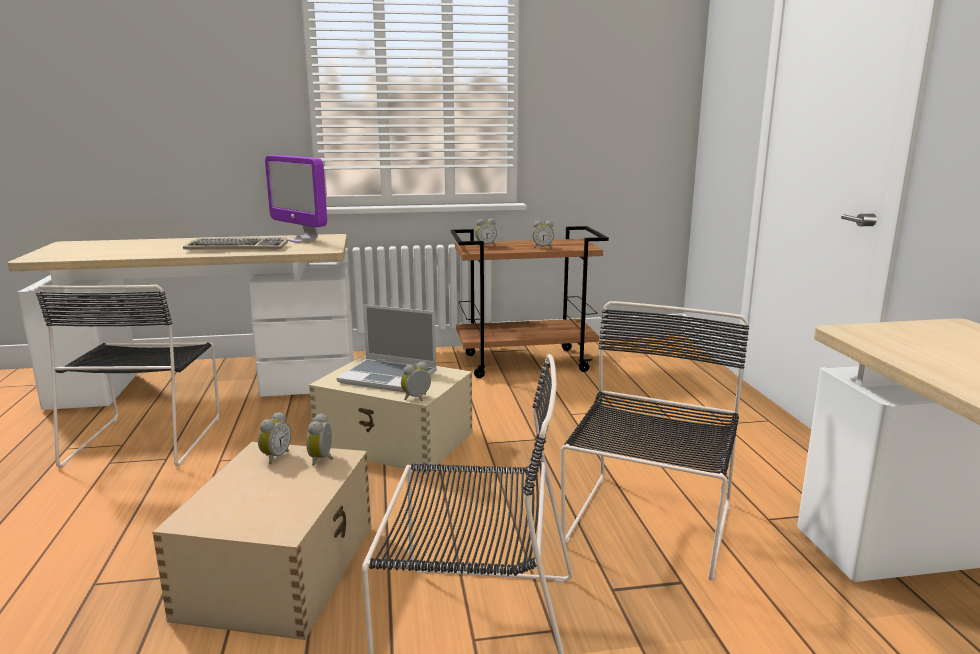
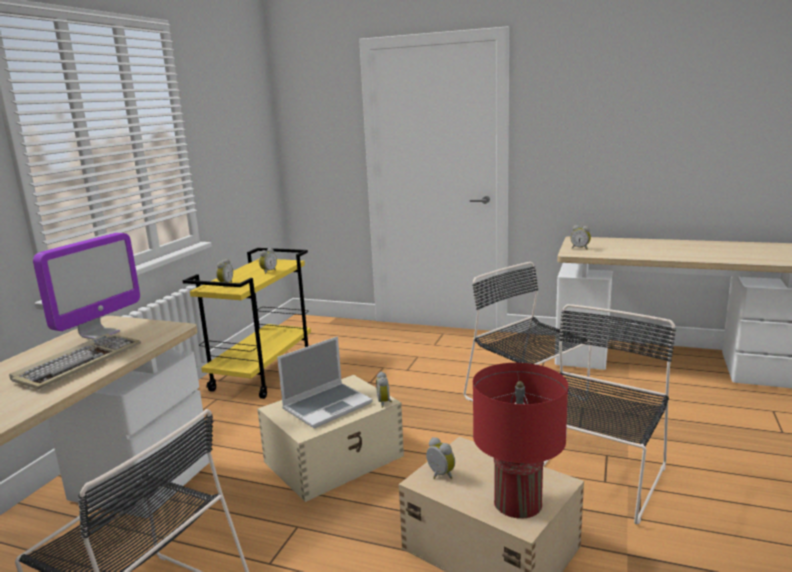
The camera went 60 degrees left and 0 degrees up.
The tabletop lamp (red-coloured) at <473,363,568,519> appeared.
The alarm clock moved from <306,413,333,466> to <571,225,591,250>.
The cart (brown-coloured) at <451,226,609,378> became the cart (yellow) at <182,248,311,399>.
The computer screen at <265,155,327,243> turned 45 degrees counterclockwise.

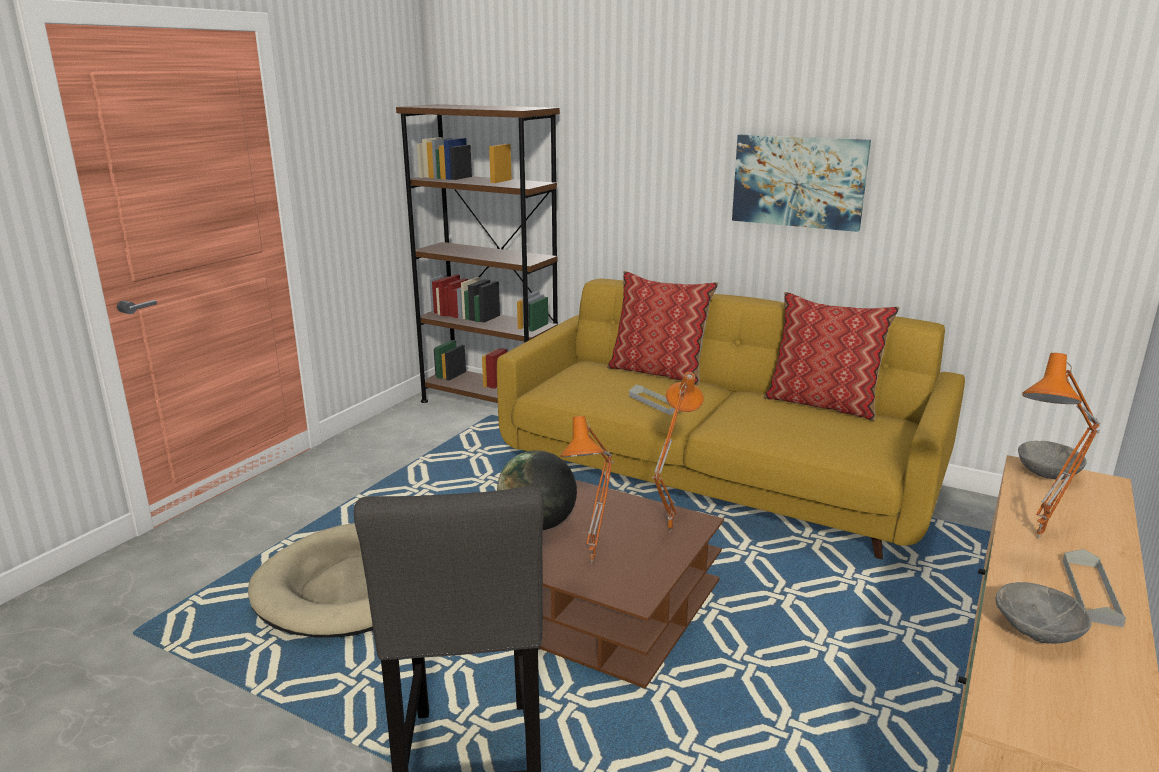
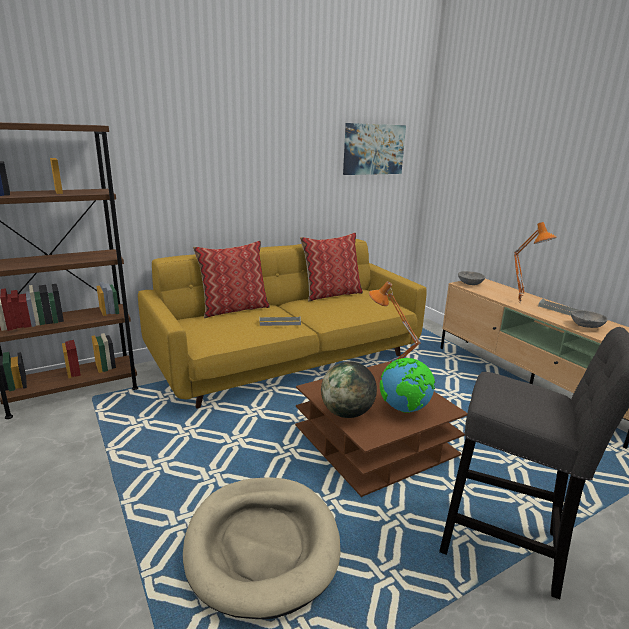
The camera went 60 degrees left and 0 degrees up.
The picture moved from <732,135,871,232> to <343,123,406,175>.
The tabletop lamp (orange-coloured) at <560,416,614,563> was replaced by the globe at <380,358,435,413>.

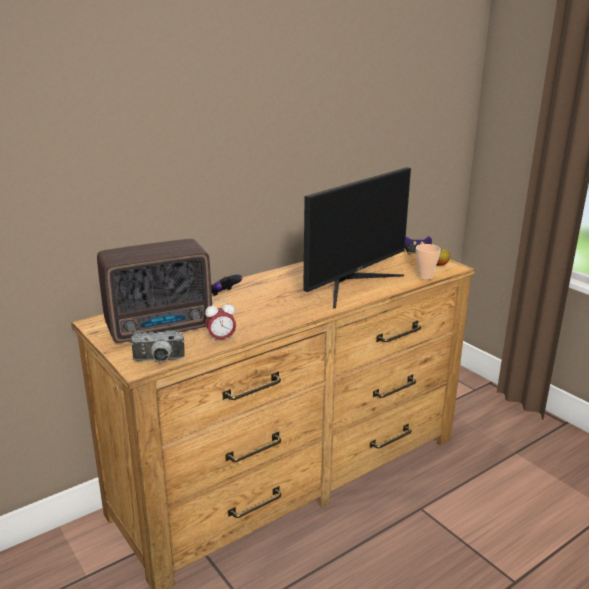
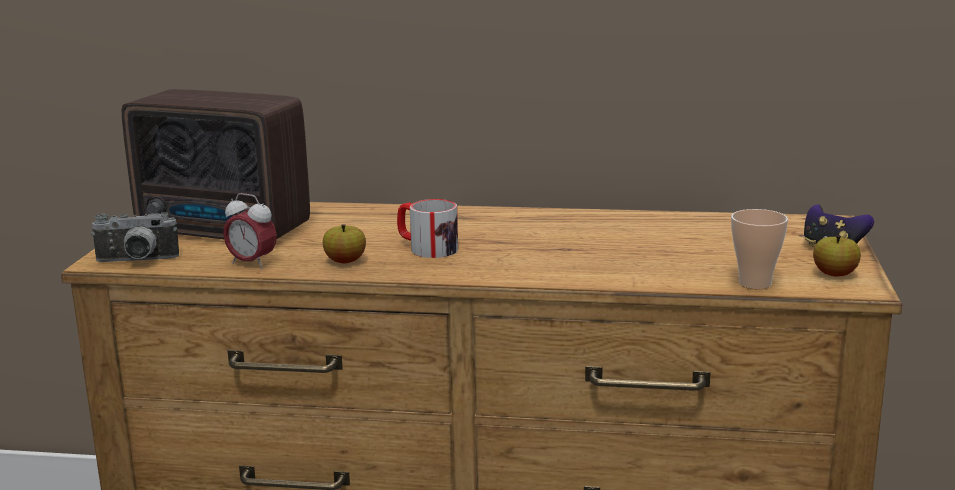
The camera went 45 degrees right and 5 degrees down.
The joypad at <211,274,242,296> disappeared.
The computer screen at <303,167,411,308> disappeared.
The apple fruit at <323,224,366,263> appeared.
The tea mug at <397,199,458,258> appeared.
The photo camera at <131,330,185,362> turned 45 degrees counterclockwise.

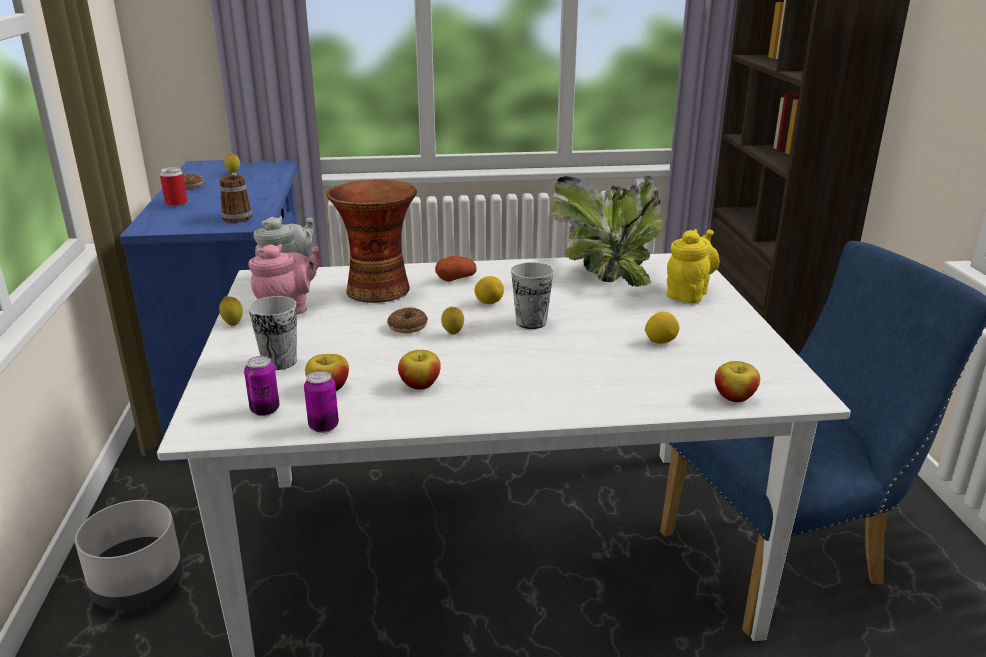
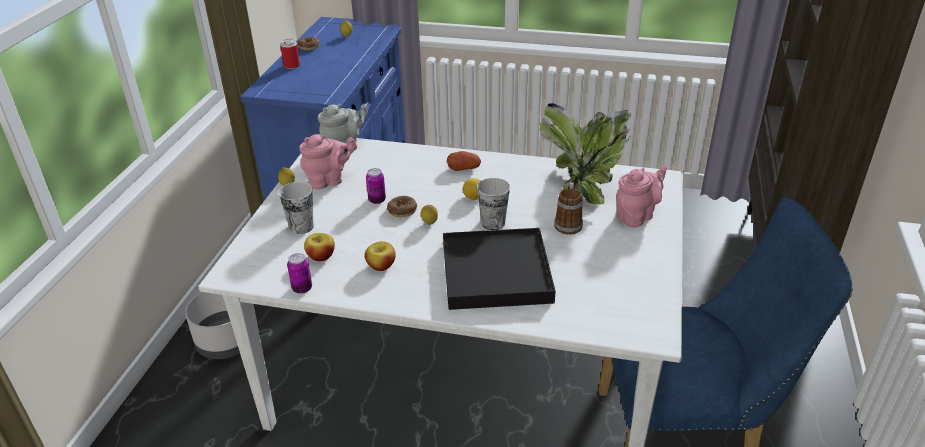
The camera went 20 degrees right and 10 degrees up.
The vase at <326,179,417,303> disappeared.
The citrus fruit at <645,312,679,344> disappeared.
The apple fruit at <715,361,760,402> disappeared.
The carrying tray (black-coloured) at <443,228,555,310> appeared.
The tea mug moved from <220,173,252,223> to <554,182,583,235>.
The sealed can moved from <244,356,280,416> to <366,168,386,204>.
The tea pot (yellow) at <667,229,719,304> became the tea pot (pinkish) at <616,166,667,227>.

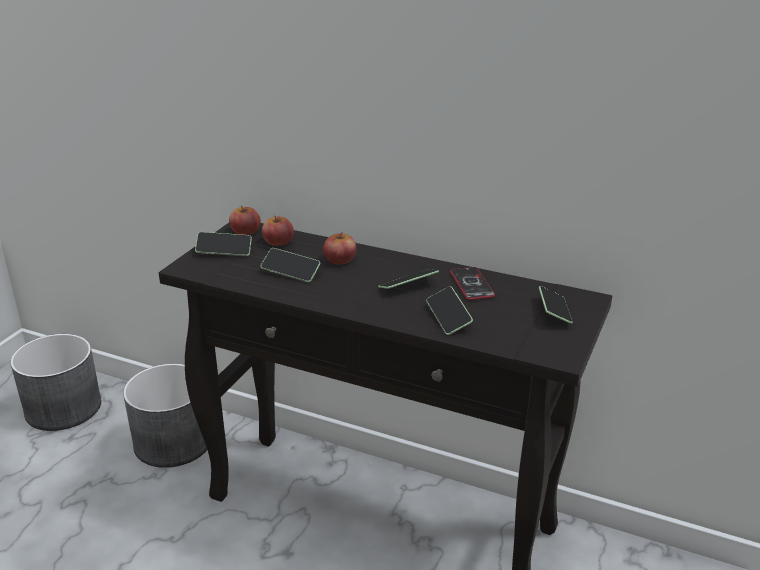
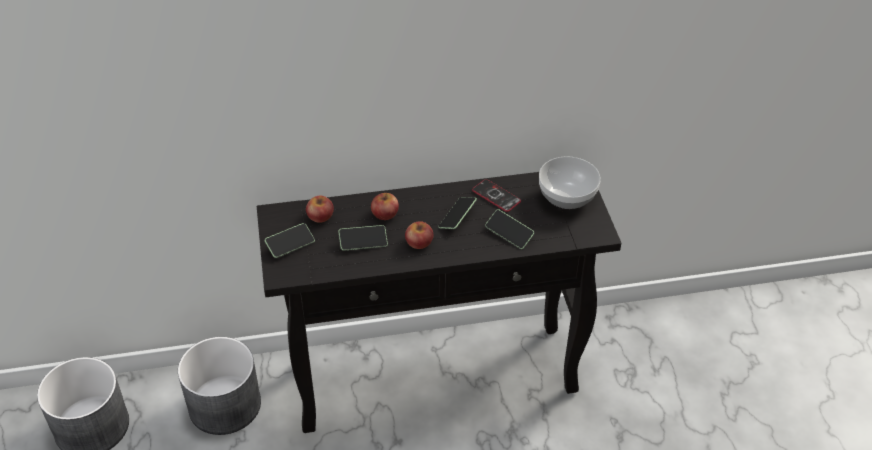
The camera went 35 degrees left and 15 degrees up.
The apple fruit moved from <229,206,261,235> to <405,221,433,249>.
The handset at <539,286,573,324> was replaced by the bowl at <539,156,601,209>.

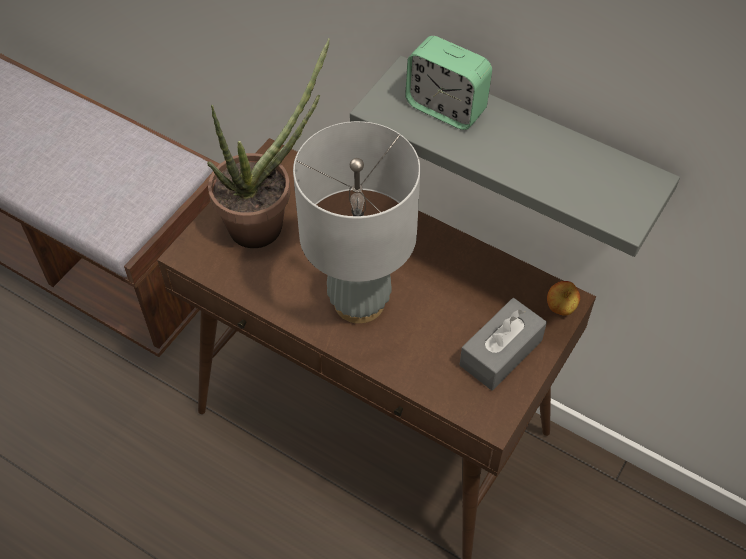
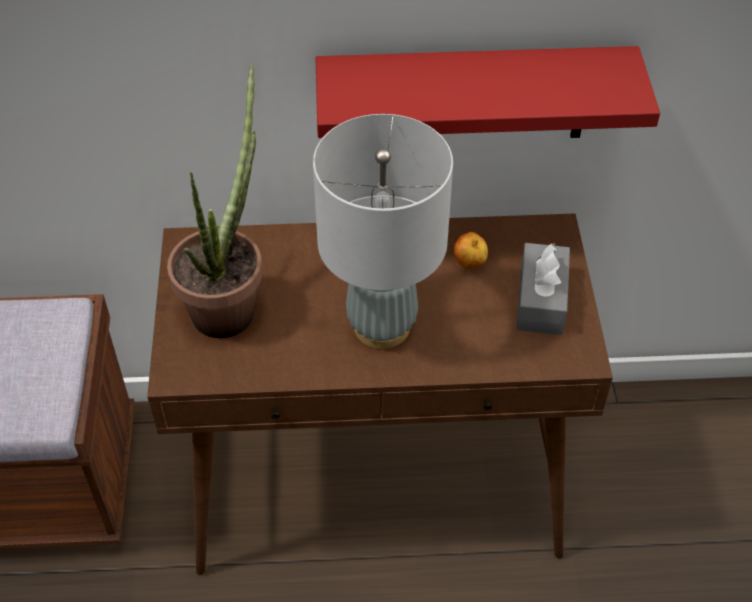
The camera went 35 degrees left and 5 degrees down.
The alarm clock at <405,36,492,130> disappeared.
The apple fruit moved from <547,281,580,316> to <454,232,488,269>.
The wall shelf (gray) at <350,56,680,257> became the wall shelf (red-coloured) at <315,46,660,138>.

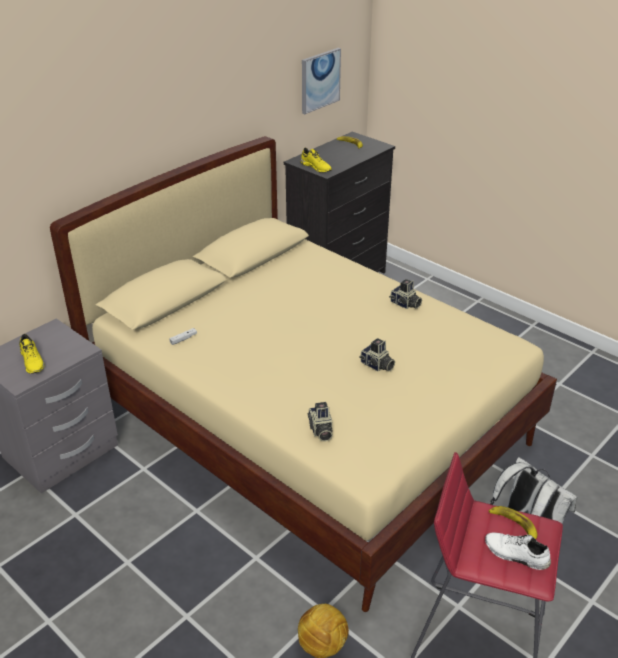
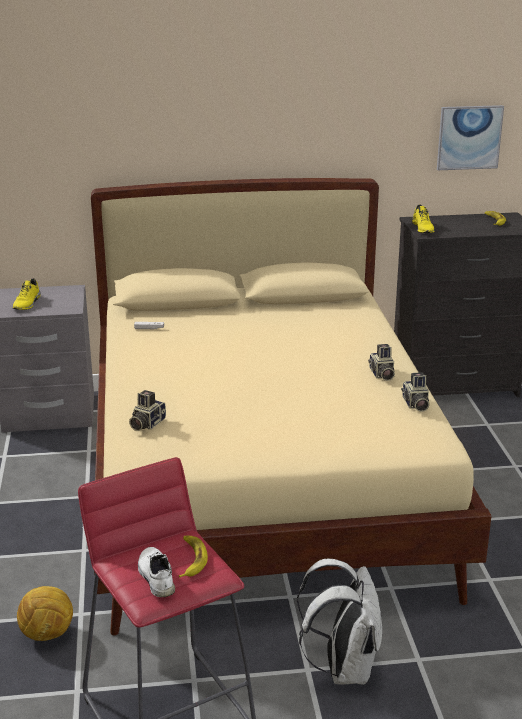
The camera went 40 degrees right and 10 degrees down.
The photo camera moved from <359,338,395,372> to <401,372,430,412>.

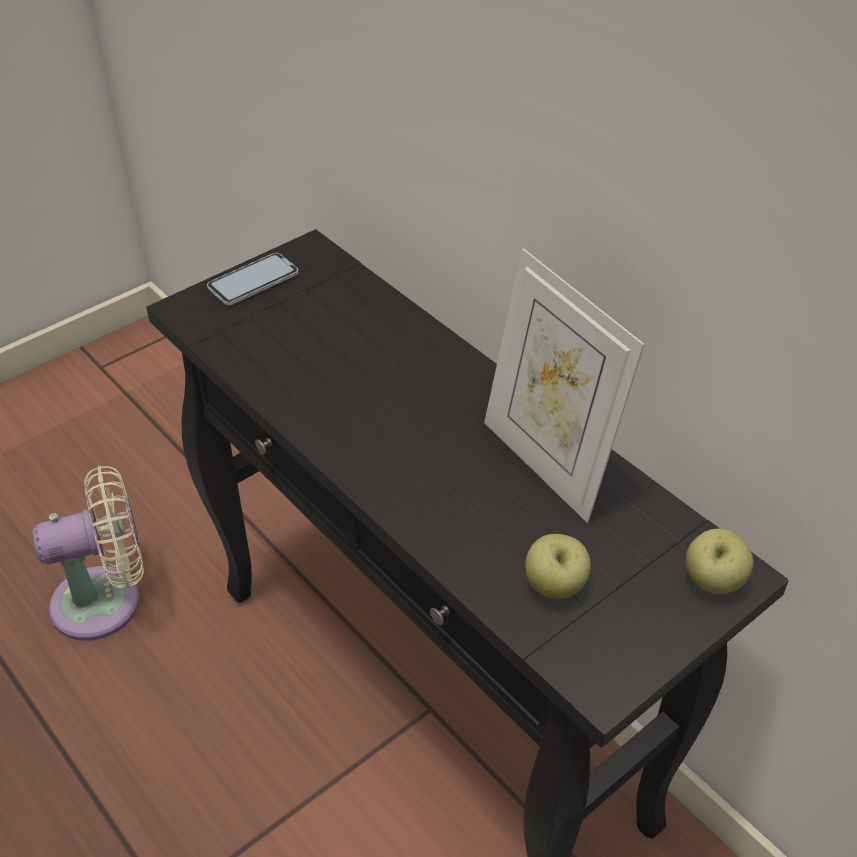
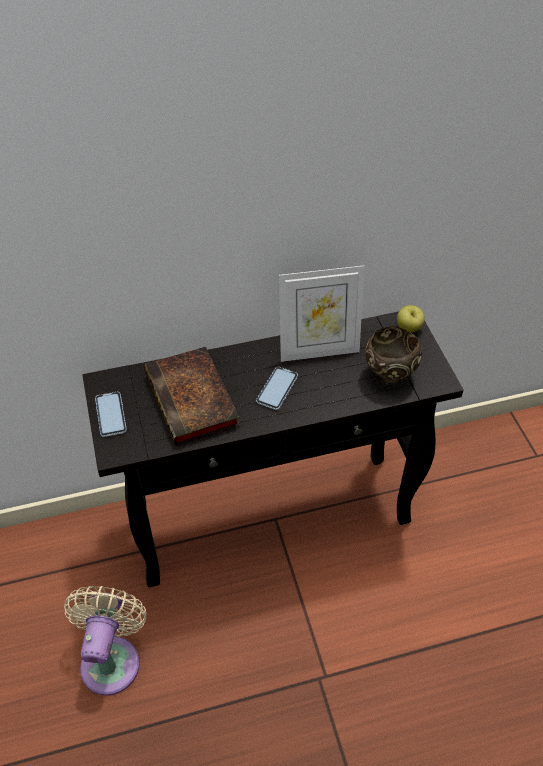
The camera went 65 degrees left and 5 degrees up.
The bound book at <144,347,240,446> appeared.
The handset at <256,367,298,410> appeared.
The apple fruit at <525,534,591,599> was replaced by the bowl (brown-coloured) at <365,326,422,384>.

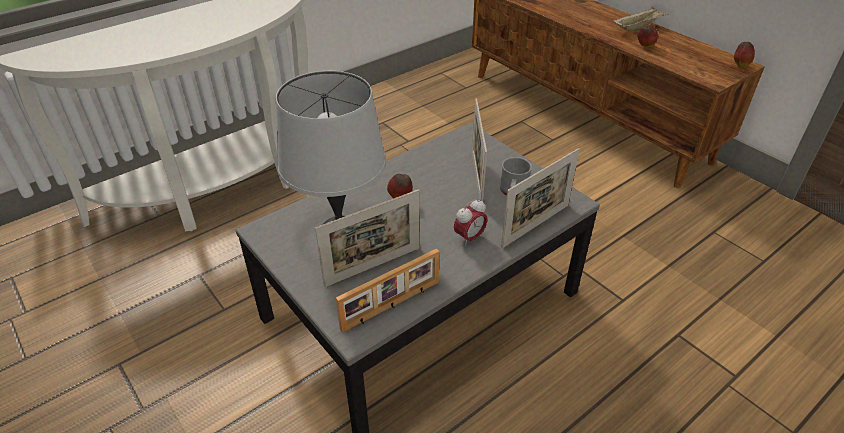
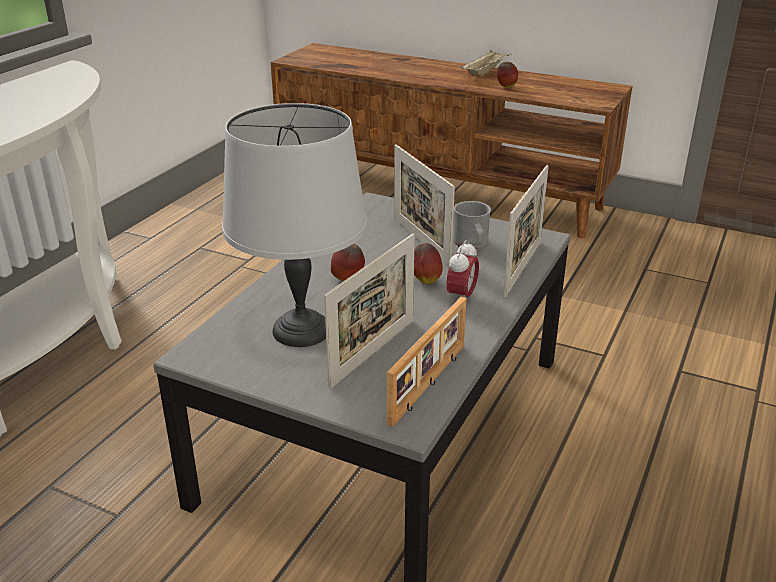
The camera went 25 degrees left and 10 degrees down.
The apple fruit moved from <734,42,755,67> to <414,243,443,284>.

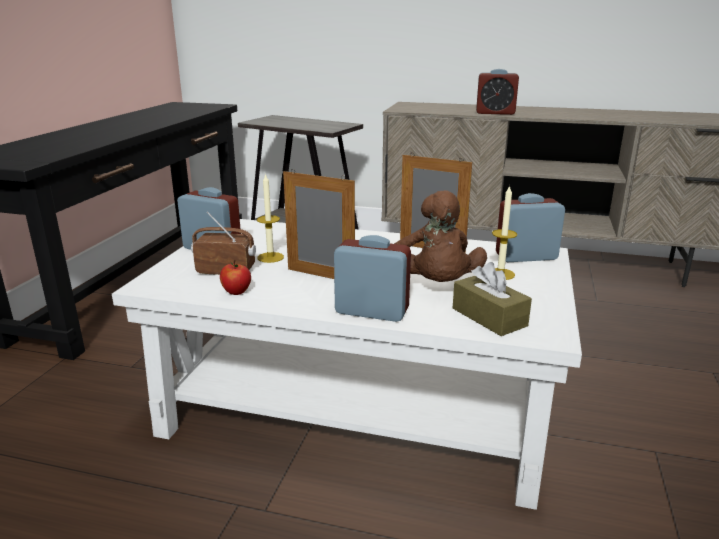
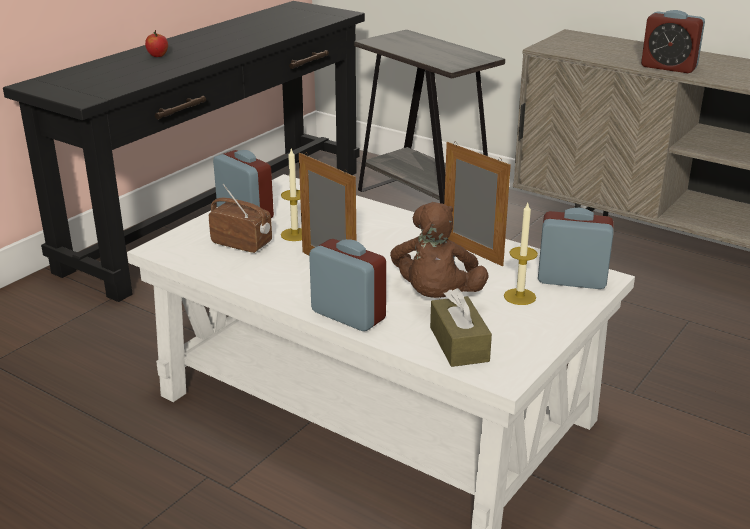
The camera went 20 degrees right and 5 degrees up.
The apple fruit moved from <220,260,251,295> to <145,30,168,57>.

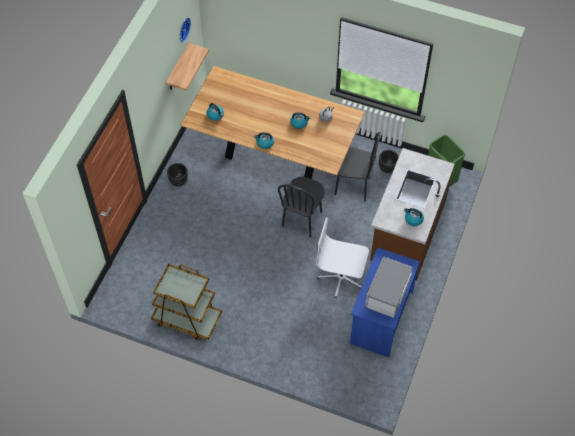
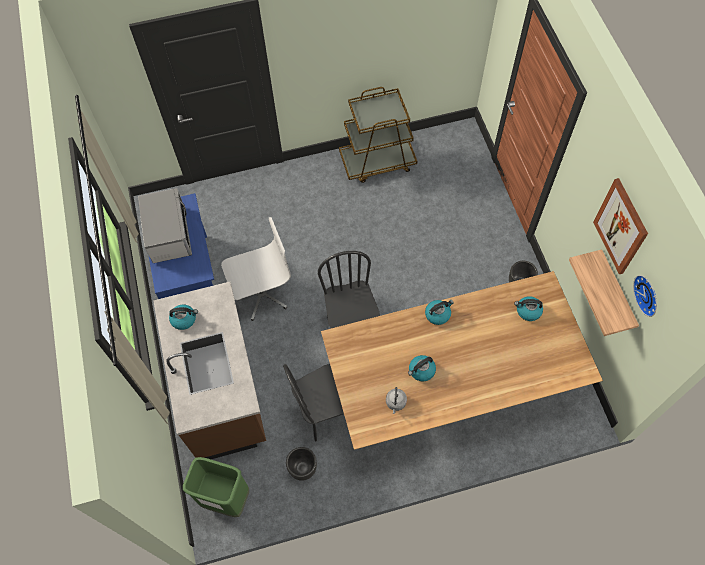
The camera went 145 degrees right and 5 degrees up.
The picture at <593,178,648,274> appeared.

